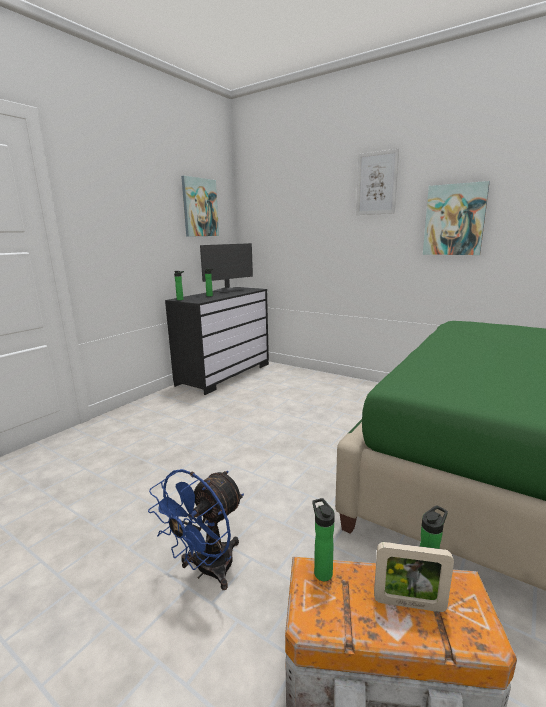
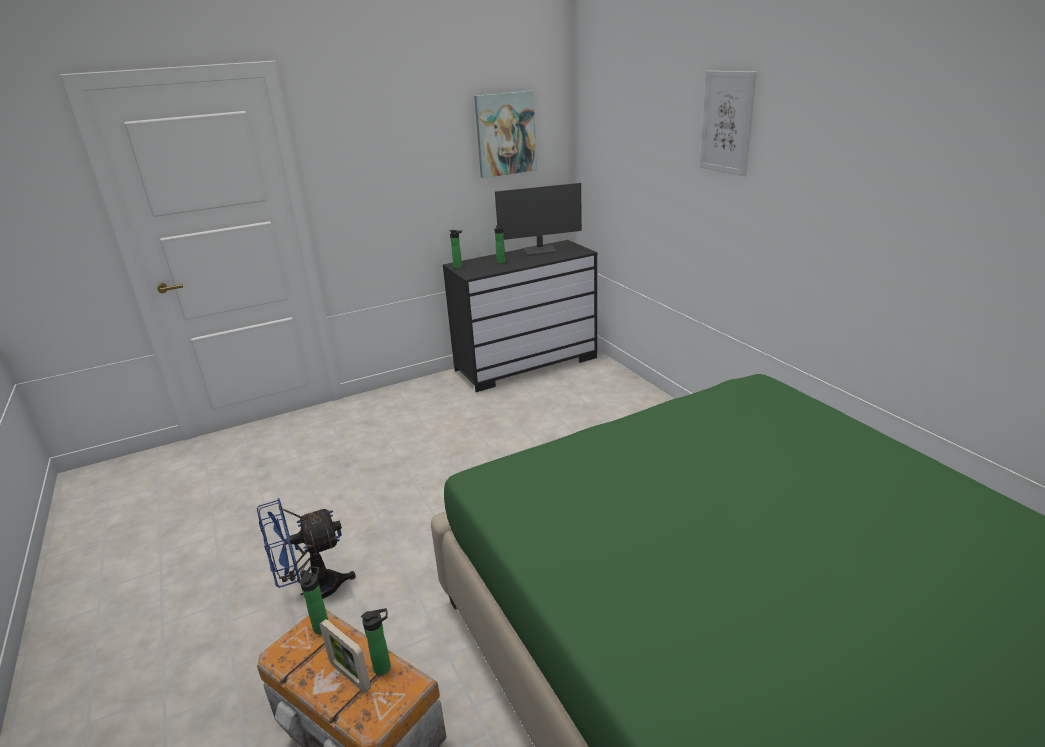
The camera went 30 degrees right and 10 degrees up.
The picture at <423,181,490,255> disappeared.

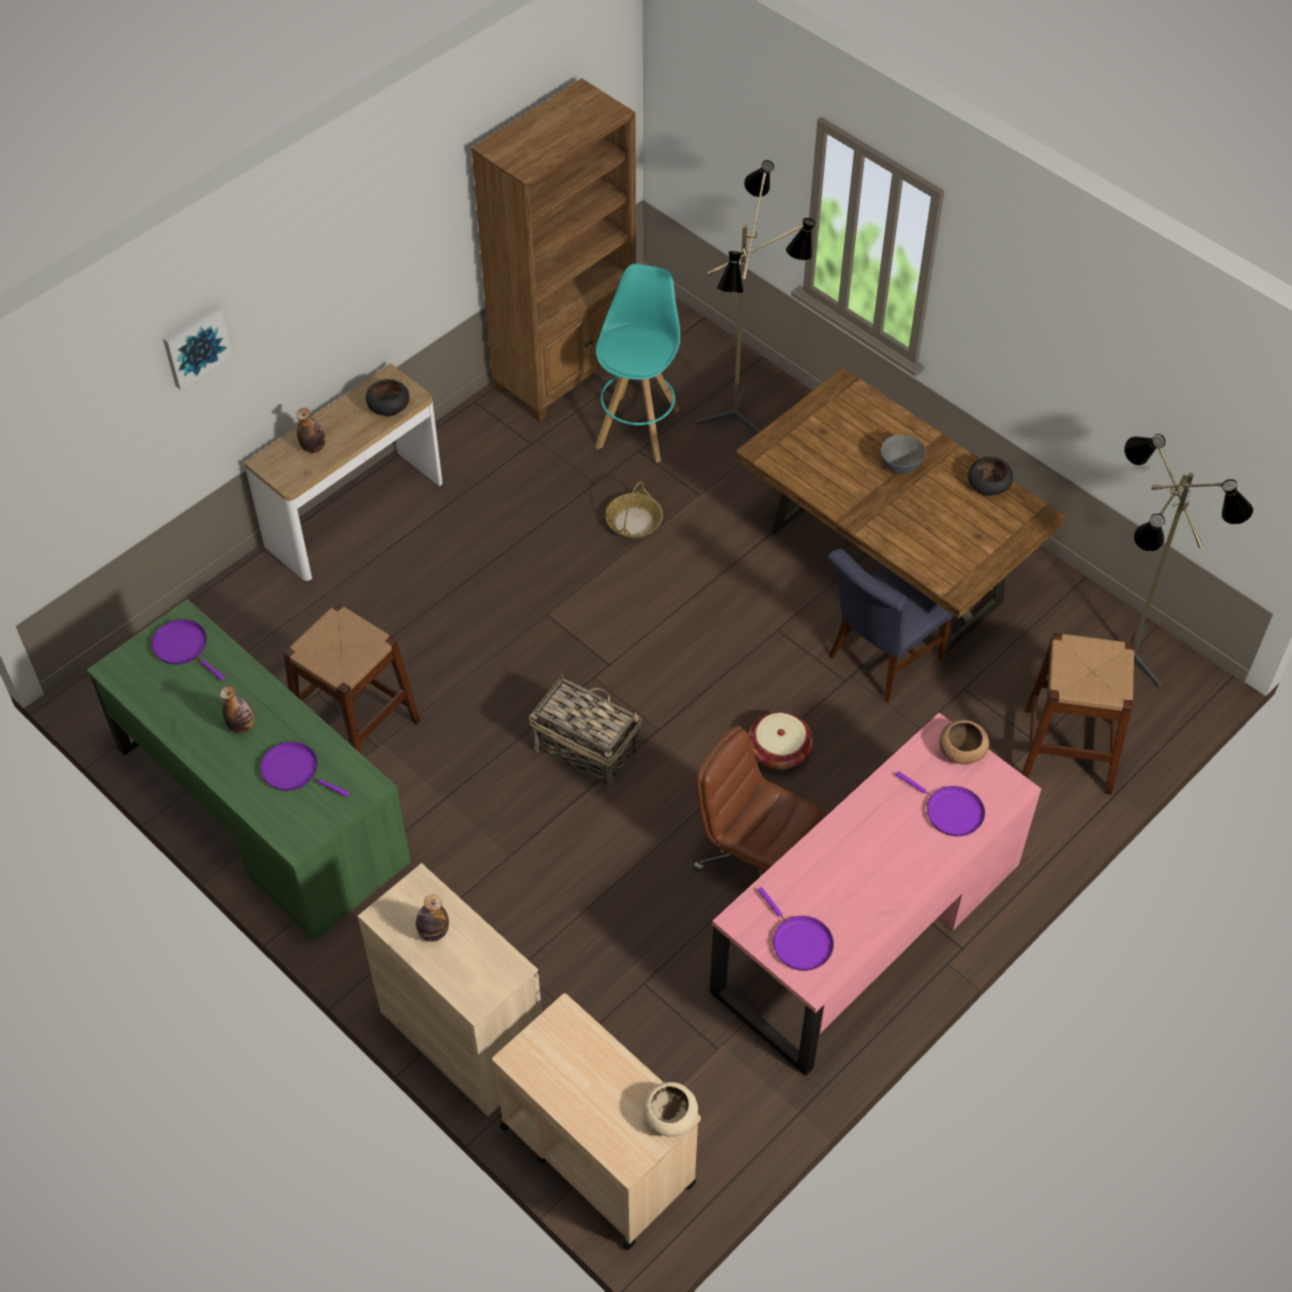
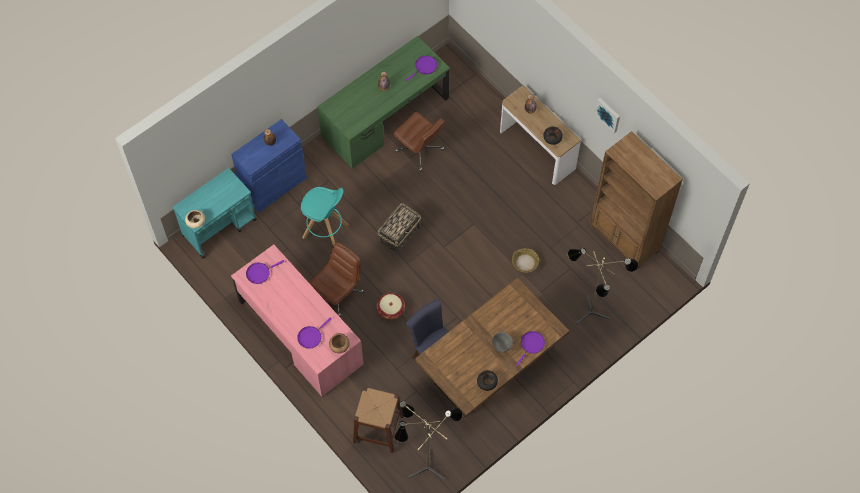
The camera went 95 degrees right and 10 degrees up.
The picture moved from <163,305,233,390> to <595,98,620,133>.
The frying pan (purple-coloured) moved from <260,742,349,797> to <516,331,545,366>.
The stool seat (turquoise) moved from <595,263,680,463> to <301,187,348,245>.
The stool seat (brown-coloured) at <283,603,420,754> was replaced by the computer chair (brown-coloured) at <394,112,445,171>.
The cupboard (beige) at <358,863,542,1116> became the cupboard (blue) at <231,119,307,212>.
The cart (beige) at <492,993,701,1250> became the cart (turquoise) at <173,168,257,259>.

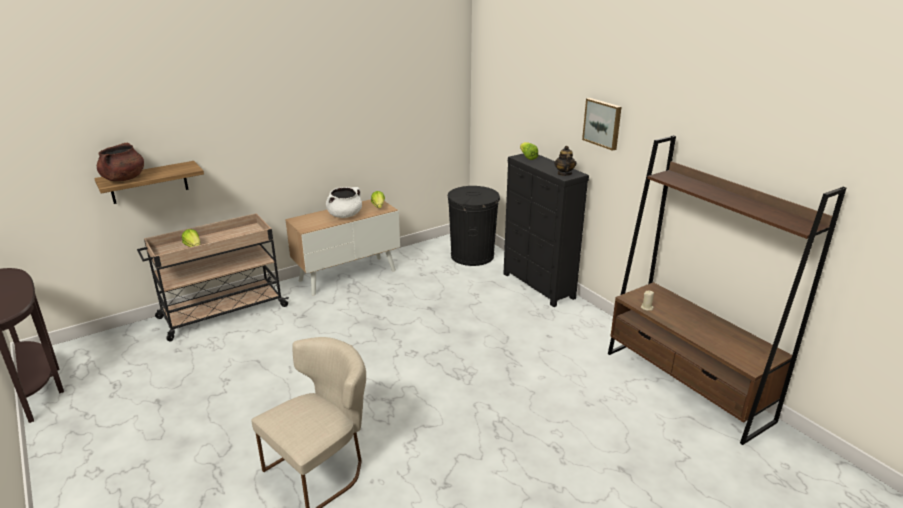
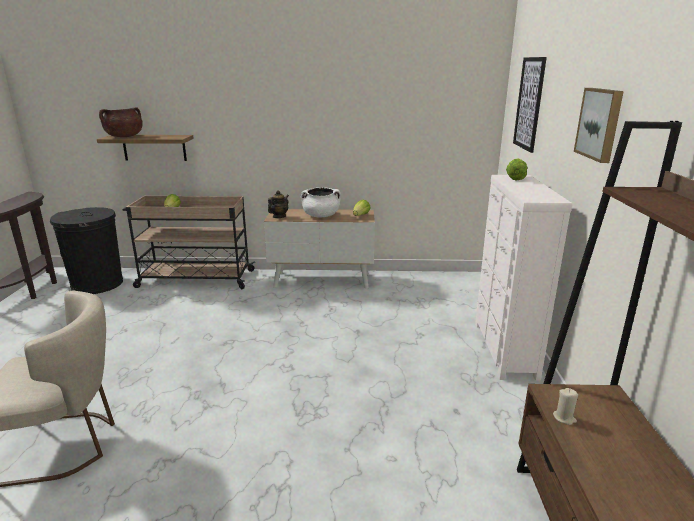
The camera went 35 degrees right and 5 degrees down.
The picture at <513,57,547,153> appeared.
The waste bin (black-coloured) moved from <447,186,500,266> to <50,207,123,294>.
The tea pot moved from <554,146,577,176> to <268,190,289,218>.
The drawer chest (black-coloured) at <503,153,589,307> became the drawer chest (whitish) at <475,175,572,381>.

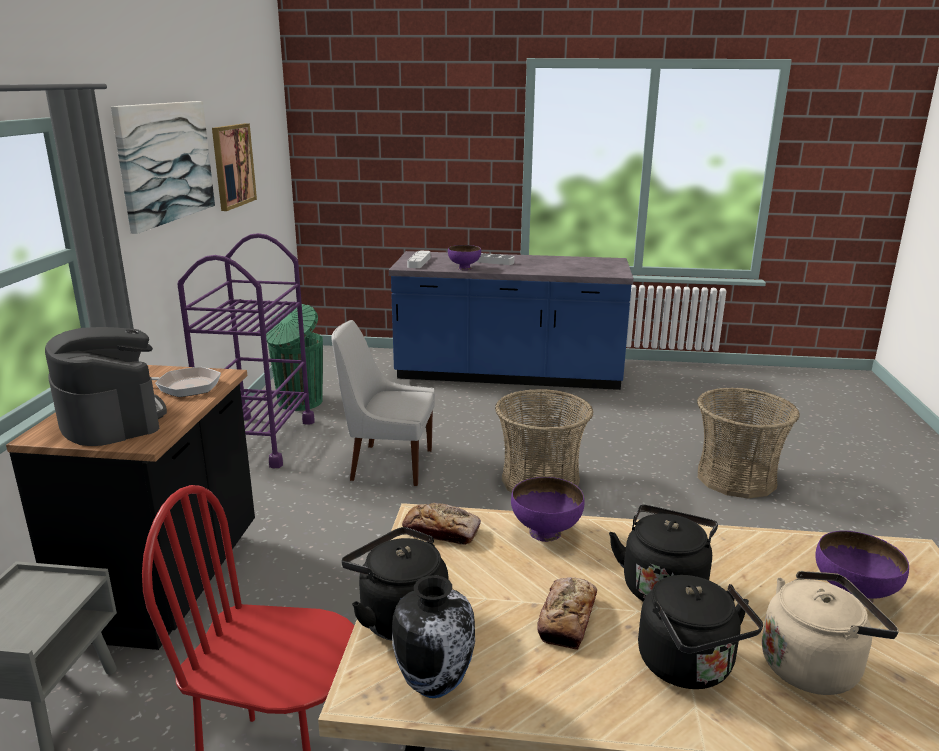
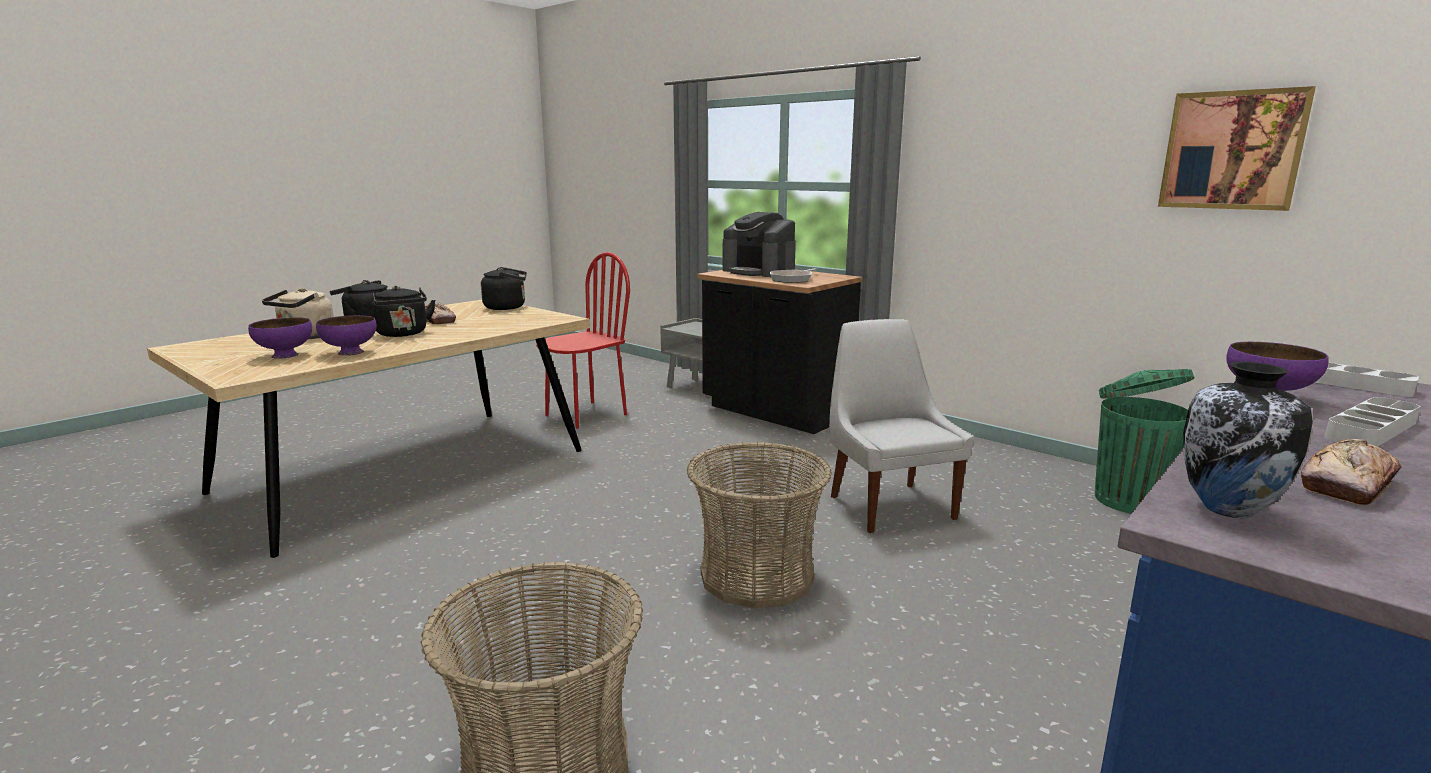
The camera went 125 degrees right and 5 degrees down.
The picture at <111,101,215,234> disappeared.
The cart (purple-coloured) at <177,233,315,468> disappeared.
The vase moved from <392,575,475,698> to <1183,362,1313,518>.
The bakery bread moved from <402,503,481,545> to <1301,439,1402,505>.
The bowl (purple-coloured) moved from <511,477,584,542> to <316,315,377,356>.
The coffee maker at <45,327,167,446> turned 45 degrees clockwise.
The plain chair (whitish) at <331,320,435,486> turned 60 degrees counterclockwise.

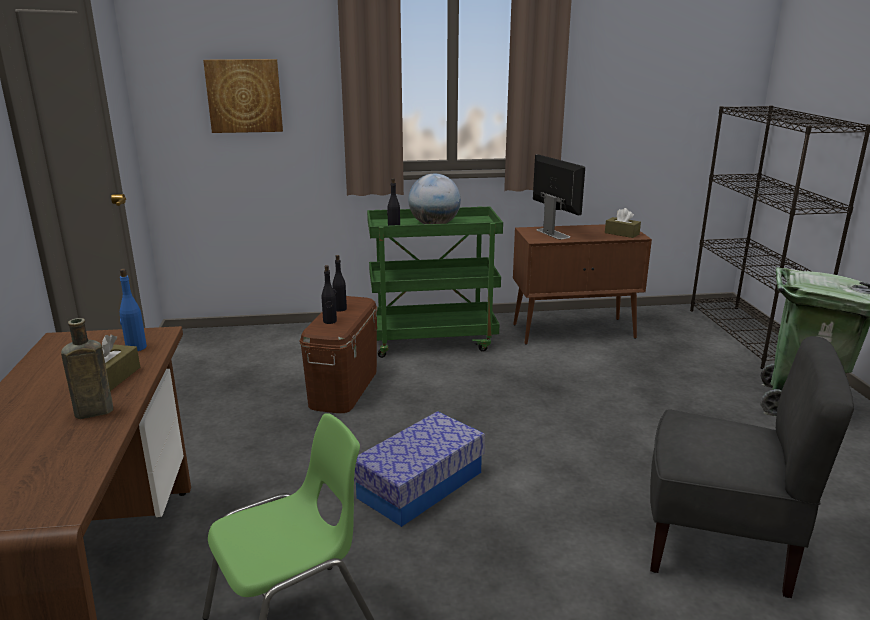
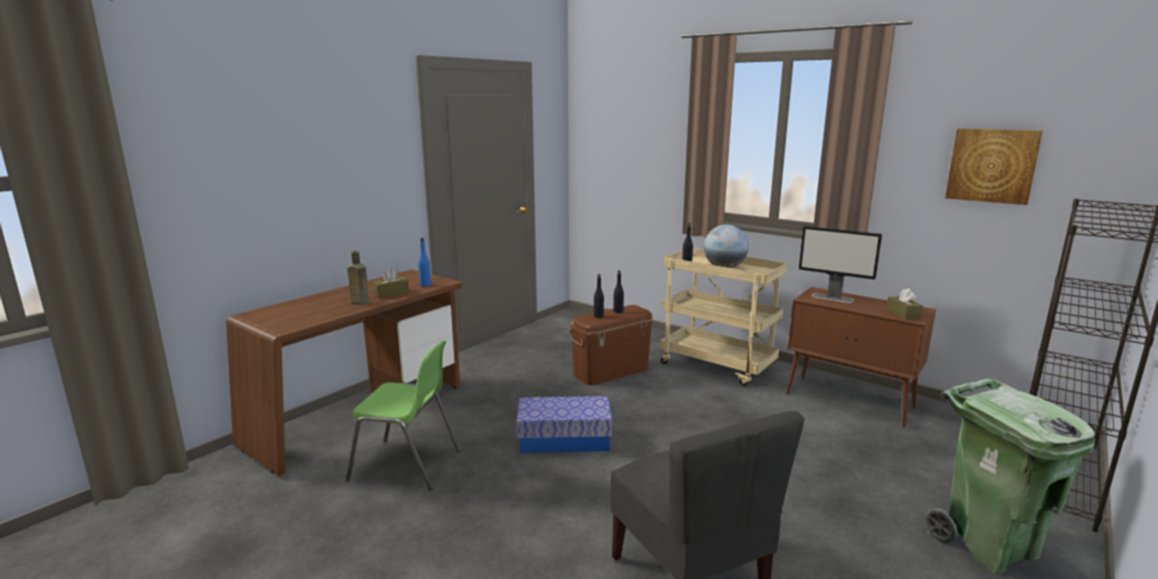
The camera went 45 degrees right and 5 degrees down.
The picture moved from <203,59,283,133> to <945,128,1043,205>.
The cart (green-coloured) at <367,206,503,358> became the cart (beige) at <660,248,788,386>.
The computer screen at <533,154,585,239> turned 105 degrees clockwise.

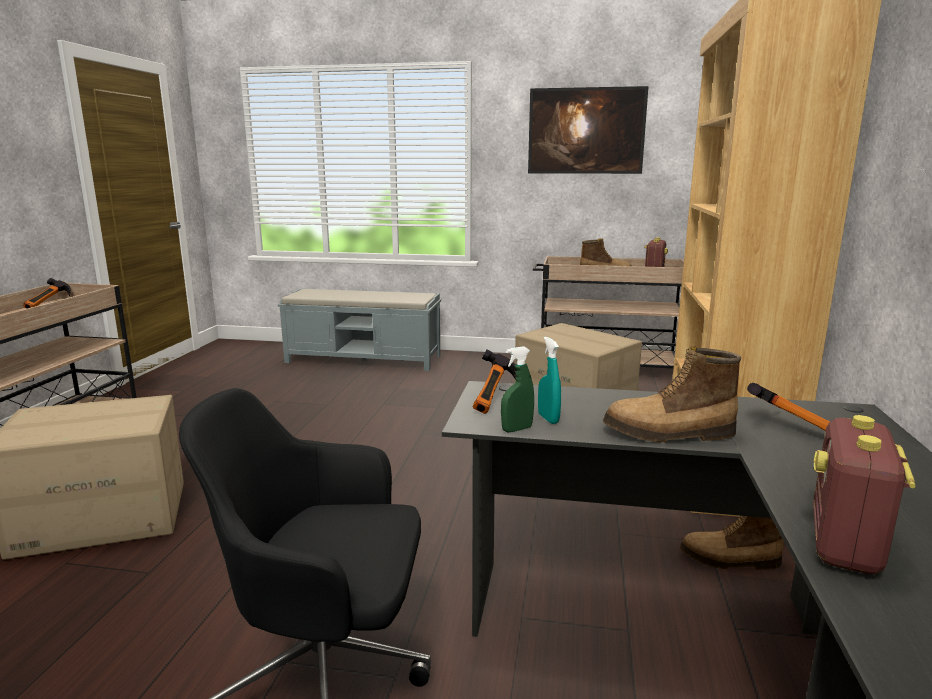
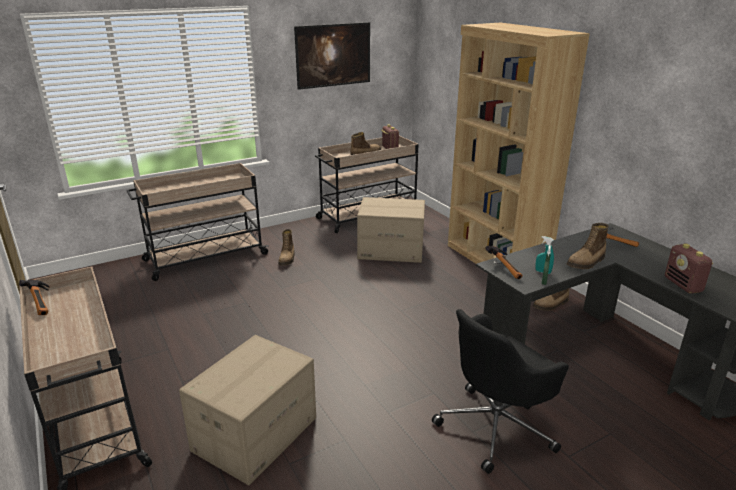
The camera went 40 degrees left and 10 degrees up.
The tall boot at <278,229,295,265> appeared.
The bench (gray) at <278,288,441,371> was replaced by the cart (beige) at <126,163,269,281>.

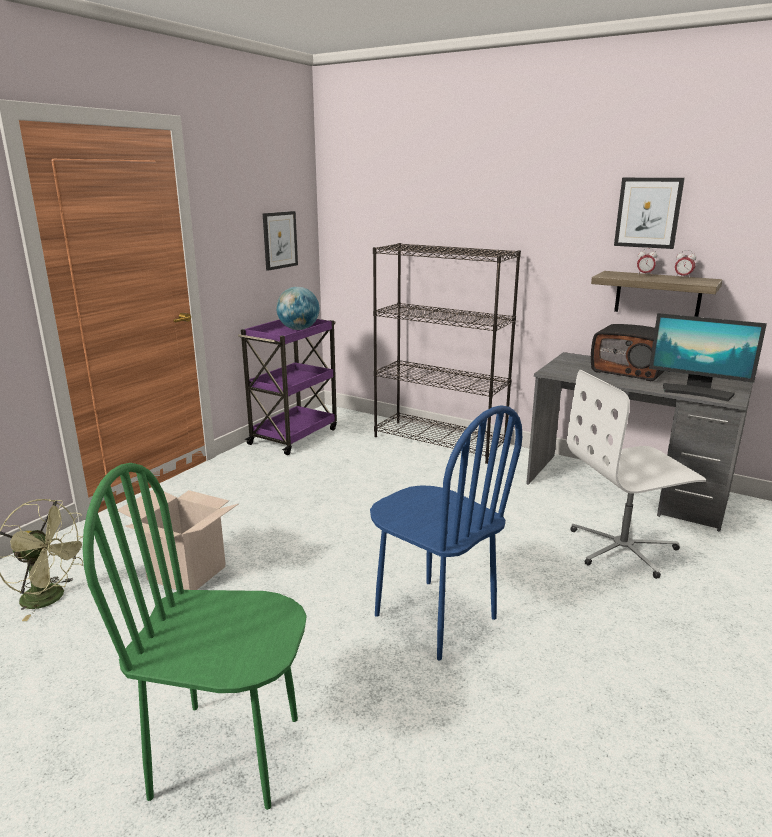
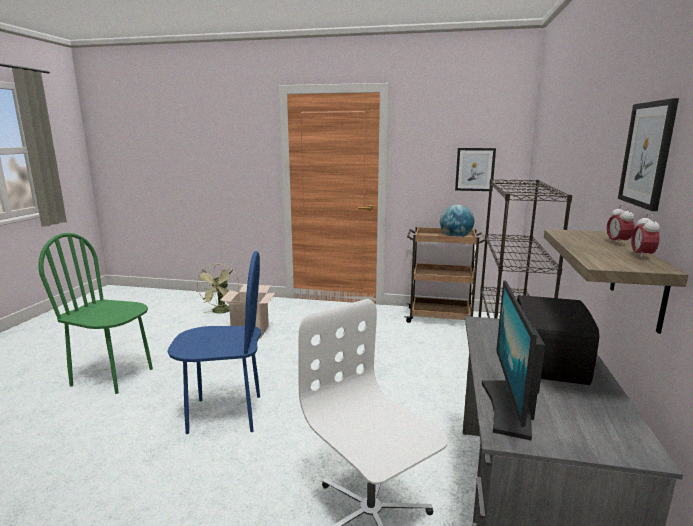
The camera went 70 degrees right and 5 degrees down.
The cart (purple-coloured) at <238,319,337,455> became the cart (brown-coloured) at <404,227,485,325>.
The plain chair (green-coloured) at <82,463,307,810> turned 60 degrees counterclockwise.
The plain chair (blue) at <370,406,522,661> turned 120 degrees counterclockwise.

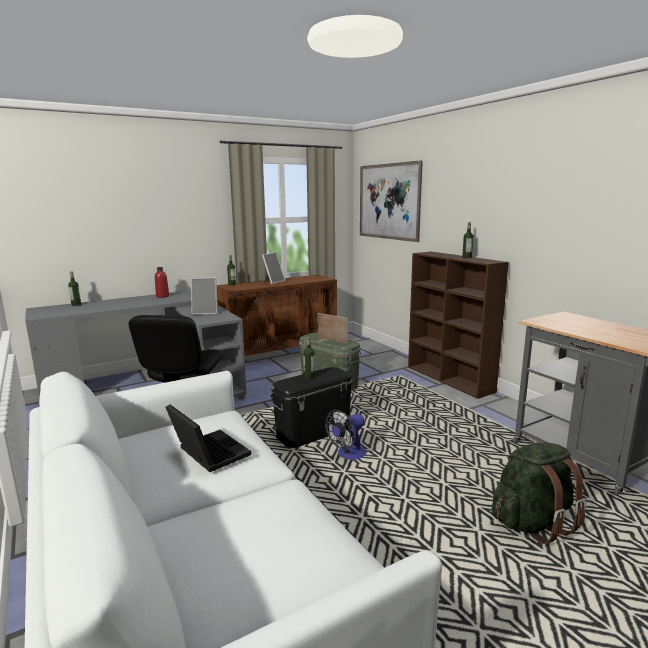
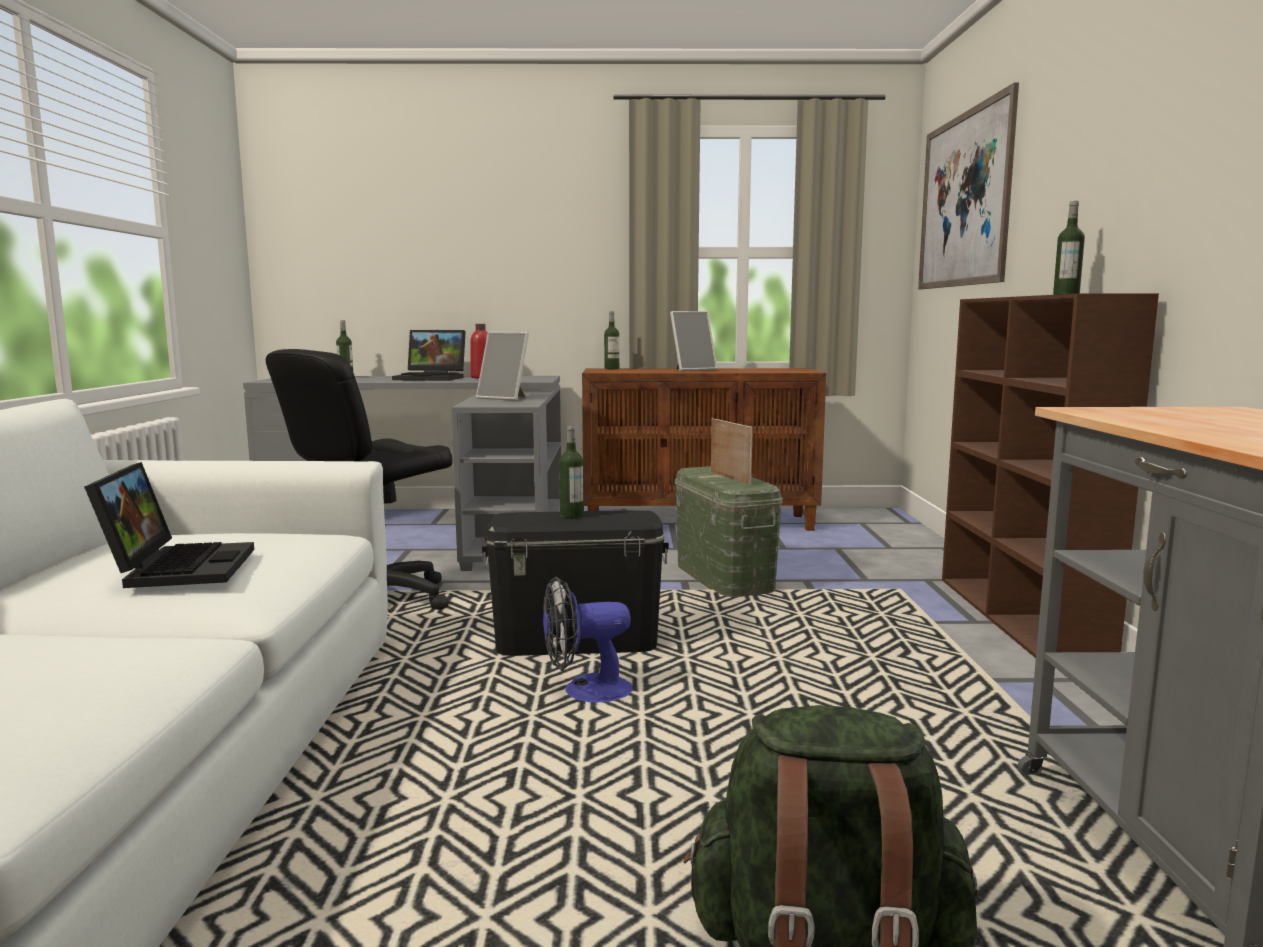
The camera went 30 degrees right and 5 degrees down.
The laptop at <392,330,466,381> appeared.

